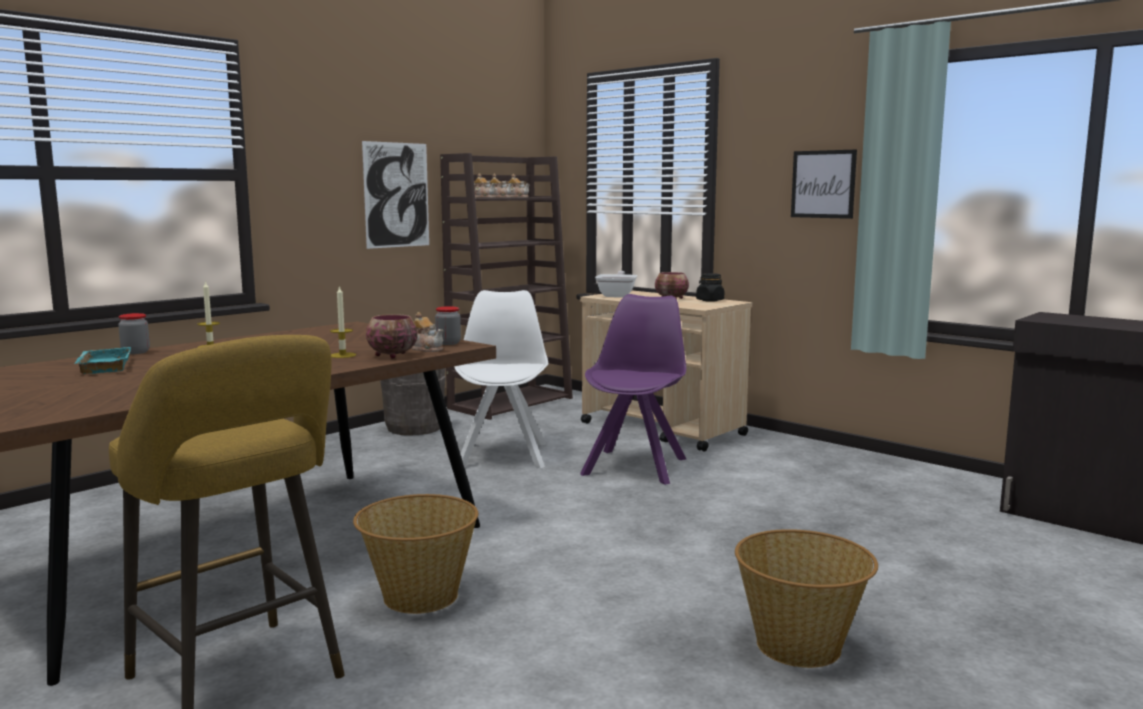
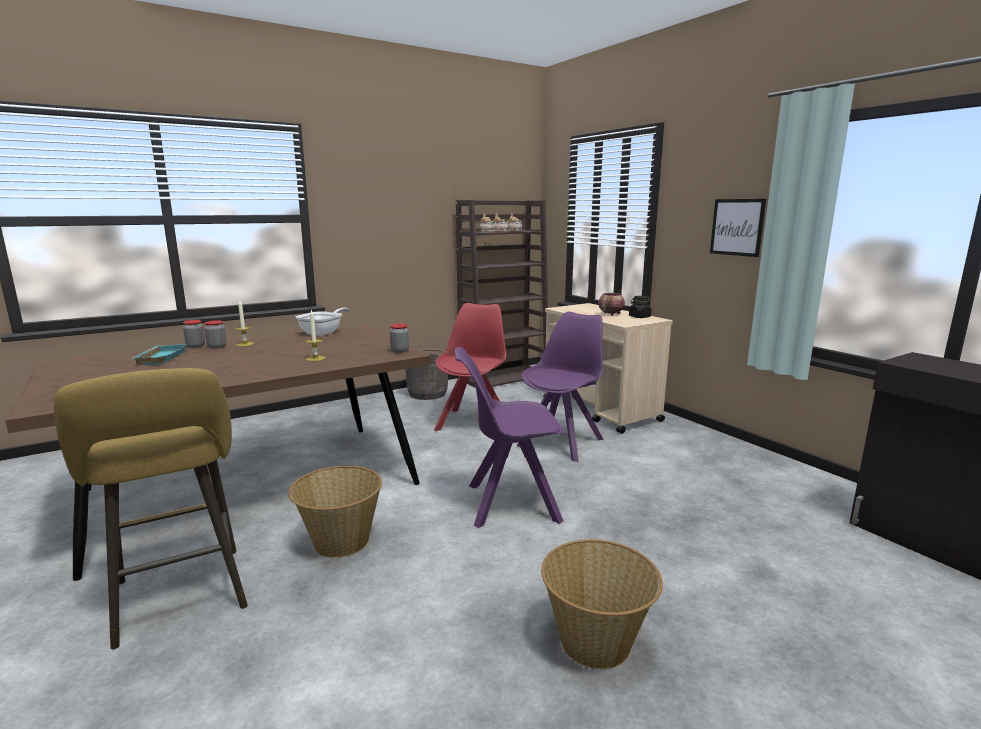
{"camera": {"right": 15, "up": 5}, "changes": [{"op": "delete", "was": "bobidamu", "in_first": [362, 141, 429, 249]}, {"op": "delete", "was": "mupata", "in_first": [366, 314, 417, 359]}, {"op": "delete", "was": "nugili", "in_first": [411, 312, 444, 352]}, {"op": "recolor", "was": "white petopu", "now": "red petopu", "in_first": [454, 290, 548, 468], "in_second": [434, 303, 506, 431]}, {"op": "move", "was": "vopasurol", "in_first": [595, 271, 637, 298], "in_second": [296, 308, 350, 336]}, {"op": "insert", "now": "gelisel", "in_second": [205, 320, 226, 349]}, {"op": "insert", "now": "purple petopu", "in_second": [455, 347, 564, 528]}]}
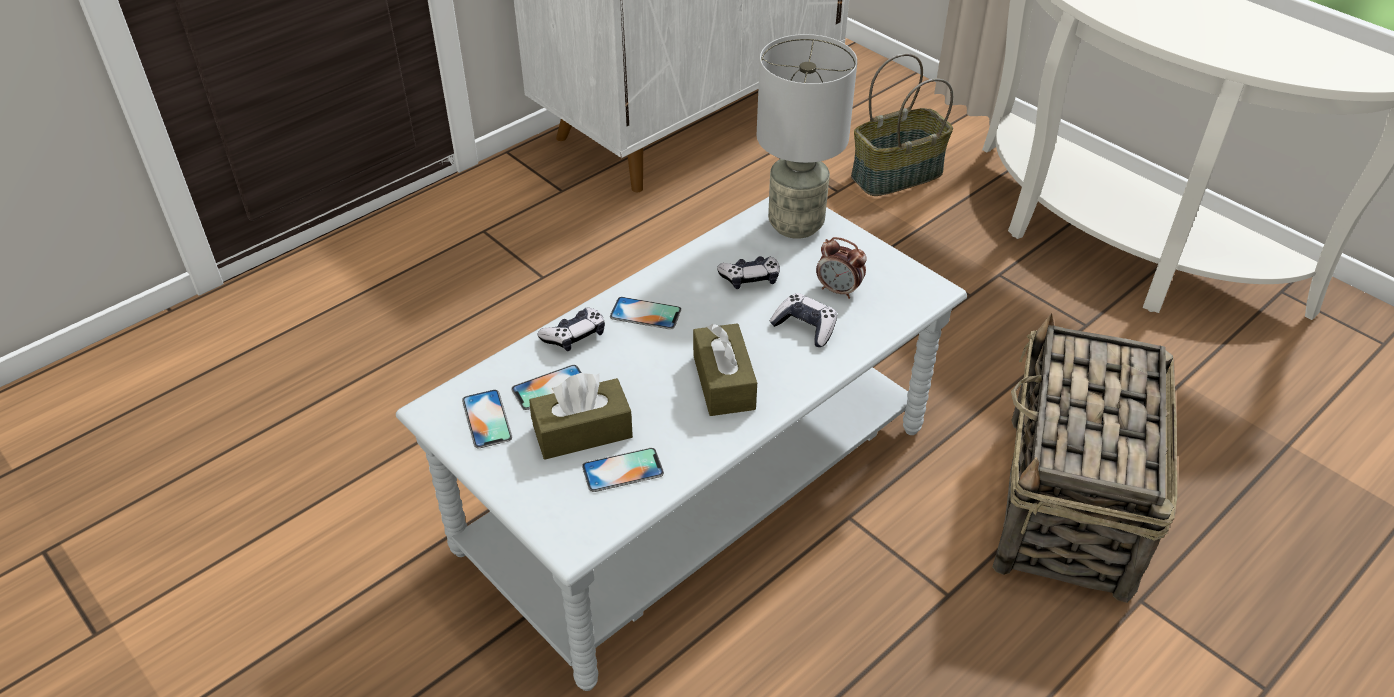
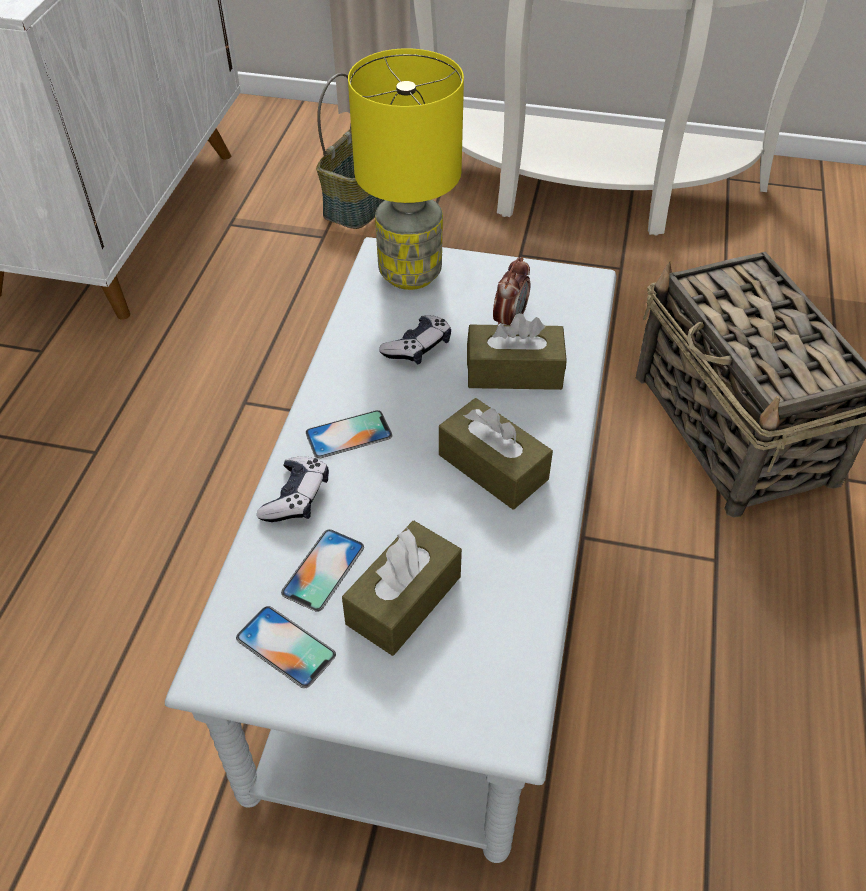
{"camera": {"right": -35, "up": 5}, "changes": [{"op": "delete", "was": "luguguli", "in_first": [582, 448, 664, 492]}, {"op": "recolor", "was": "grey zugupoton", "now": "yellow zugupoton", "in_first": [757, 34, 857, 239], "in_second": [348, 48, 464, 290]}, {"op": "replace", "was": "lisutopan", "now": "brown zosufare", "in_first": [769, 293, 837, 347], "in_second": [467, 313, 567, 390]}, {"op": "rotate", "was": "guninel", "in_first": [816, 237, 867, 299], "in_second": [493, 257, 531, 325], "clockwise": -60}]}
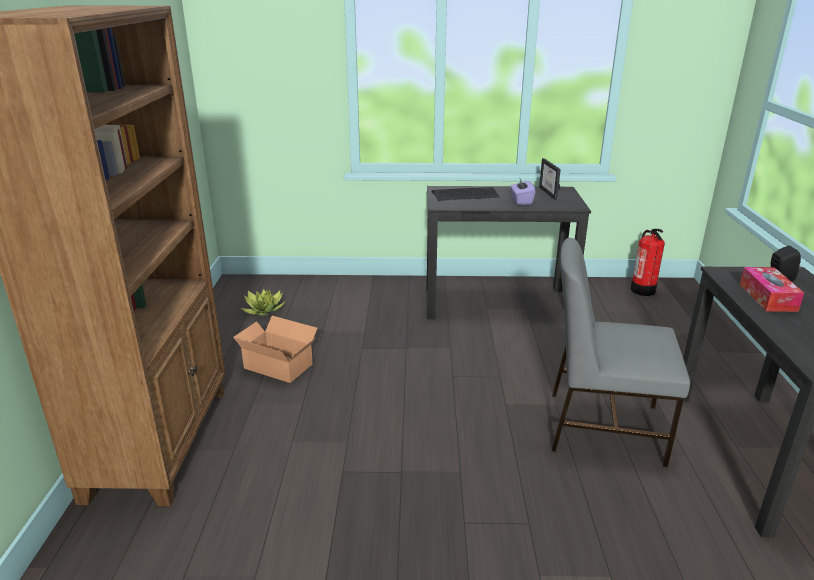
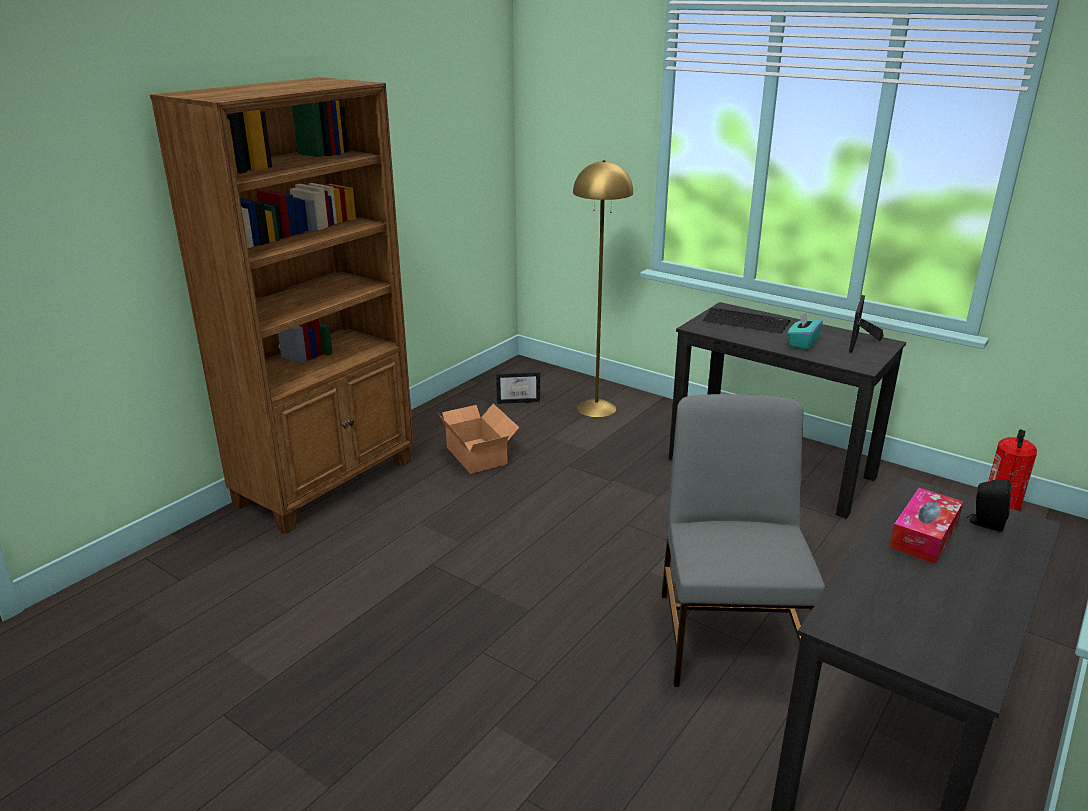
{"camera": {"right": 35, "up": 0}, "changes": [{"op": "replace", "was": "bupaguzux", "now": "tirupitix", "in_first": [241, 289, 285, 316], "in_second": [496, 372, 540, 404]}, {"op": "recolor", "was": "purple zosufare", "now": "turquoise zosufare", "in_first": [510, 177, 536, 205], "in_second": [787, 312, 823, 350]}, {"op": "rotate", "was": "grey petopu", "in_first": [552, 238, 690, 467], "in_second": [662, 394, 825, 687], "clockwise": 45}, {"op": "insert", "now": "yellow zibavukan", "in_second": [573, 160, 633, 417]}]}
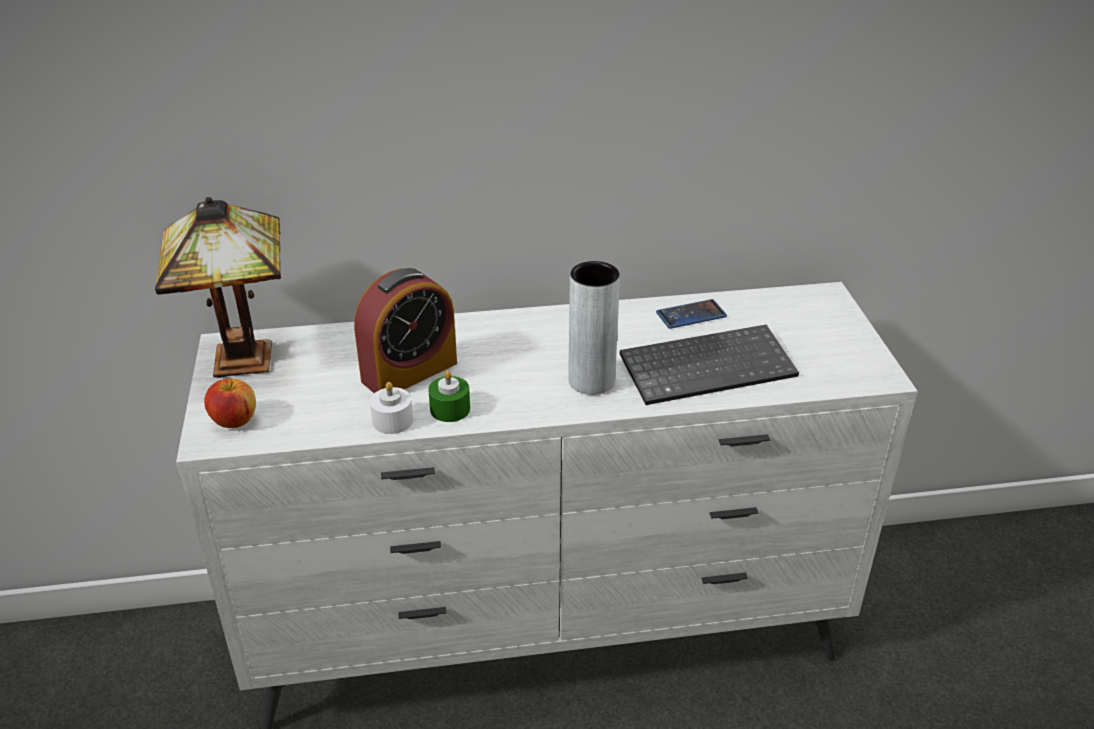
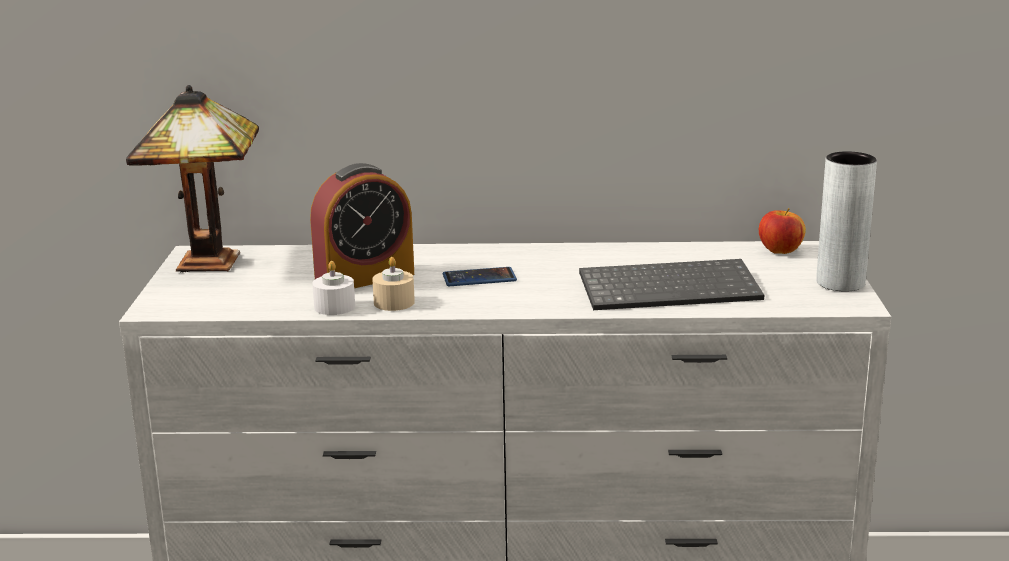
{"camera": {"right": 10, "up": -15}, "changes": [{"op": "move", "was": "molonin", "in_first": [204, 379, 256, 428], "in_second": [759, 208, 806, 254]}, {"op": "recolor", "was": "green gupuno", "now": "beige gupuno", "in_first": [428, 370, 470, 422], "in_second": [372, 257, 415, 311]}, {"op": "move", "was": "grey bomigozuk", "in_first": [568, 261, 620, 395], "in_second": [816, 151, 877, 291]}, {"op": "move", "was": "luguguli", "in_first": [656, 299, 727, 329], "in_second": [443, 267, 517, 286]}]}
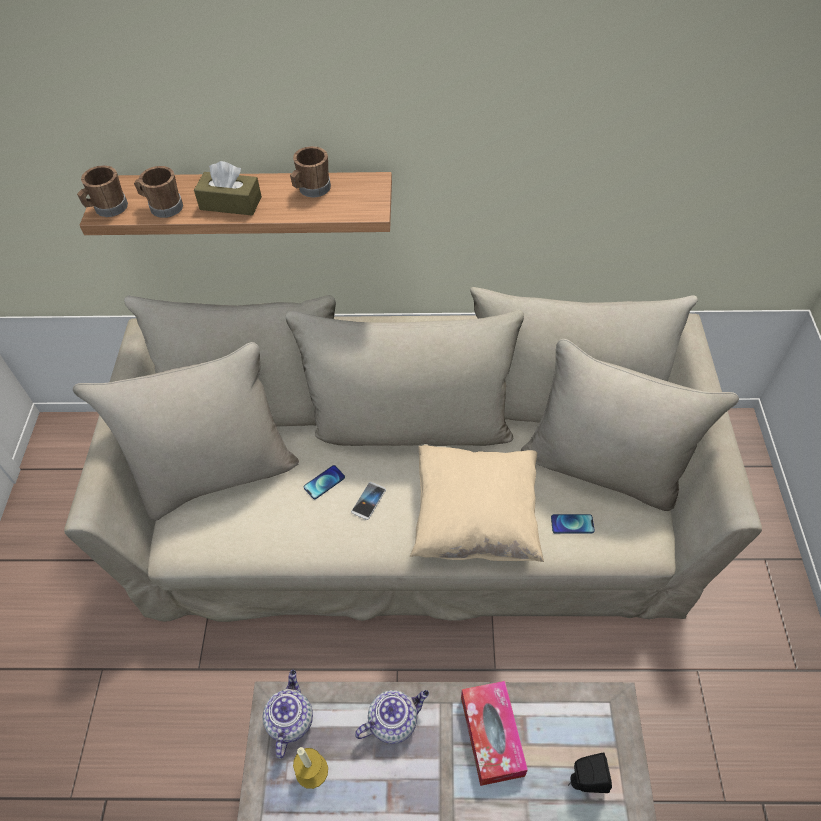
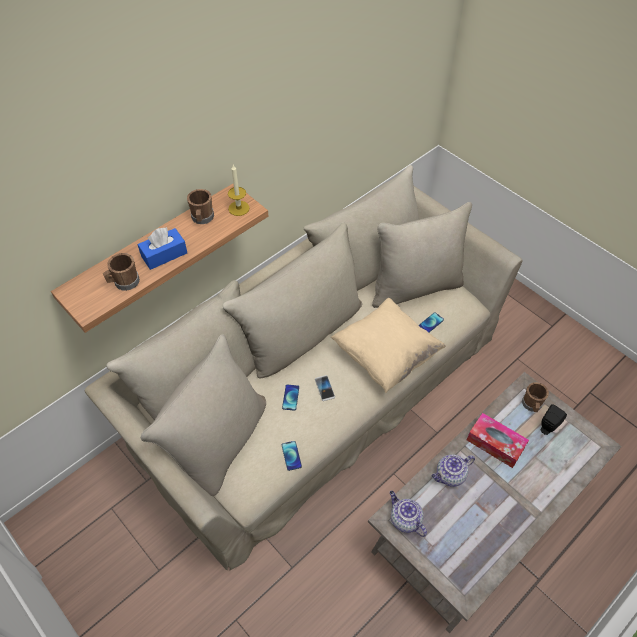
{"camera": {"right": -45, "up": 0}, "changes": [{"op": "move", "was": "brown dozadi", "in_first": [77, 165, 128, 217], "in_second": [522, 382, 549, 412]}, {"op": "recolor", "was": "brown zosufare", "now": "blue zosufare", "in_first": [194, 161, 262, 216], "in_second": [138, 227, 187, 270]}, {"op": "move", "was": "gupuno", "in_first": [293, 747, 328, 789], "in_second": [228, 165, 250, 216]}, {"op": "rotate", "was": "nugili", "in_first": [355, 690, 429, 744], "in_second": [432, 454, 475, 487], "clockwise": -135}, {"op": "insert", "now": "luguguli", "in_second": [282, 441, 302, 471]}]}
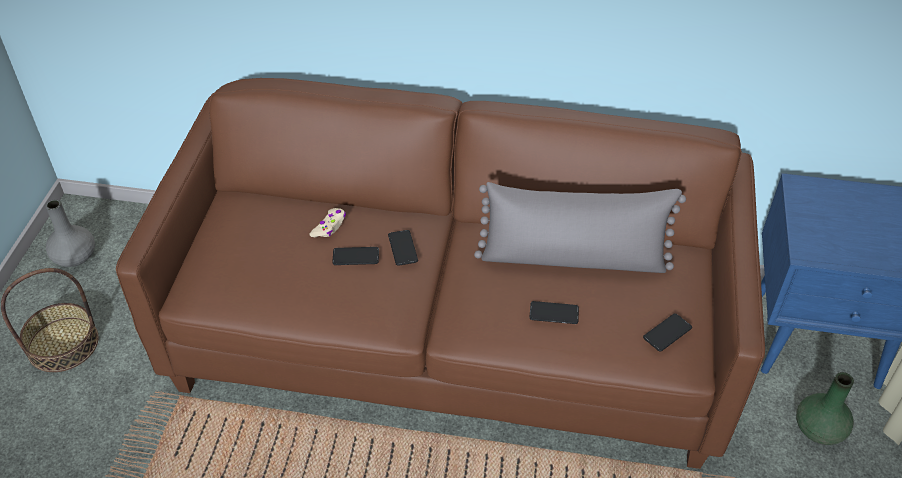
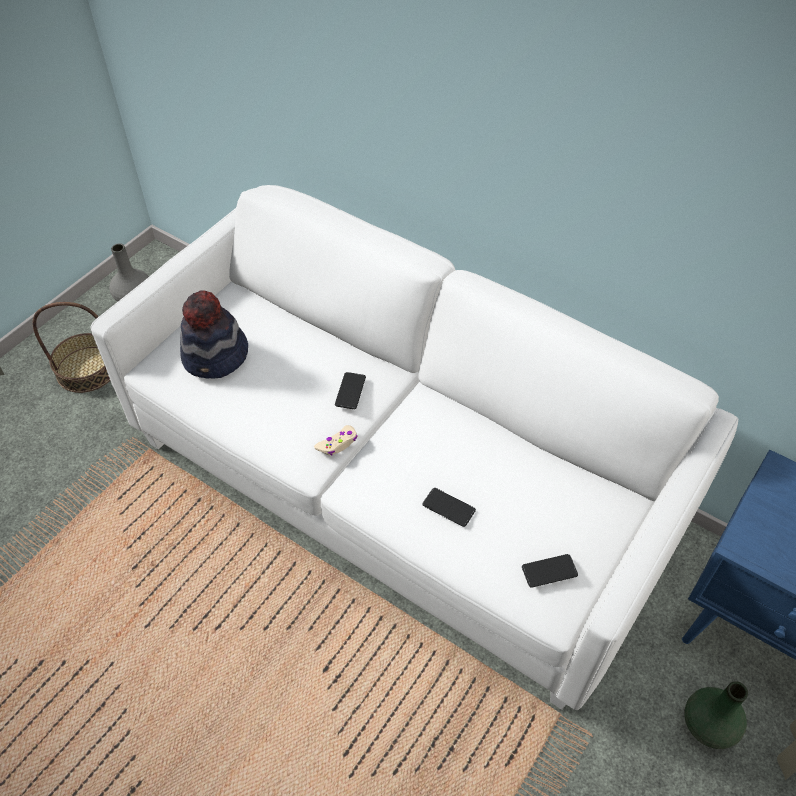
{"camera": {"right": 25, "up": 5}, "changes": [{"op": "recolor", "was": "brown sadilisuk", "now": "white sadilisuk", "in_first": [116, 78, 765, 469], "in_second": [91, 185, 738, 710]}, {"op": "move", "was": "beige lisutopan", "in_first": [310, 208, 346, 237], "in_second": [314, 425, 357, 456]}, {"op": "delete", "was": "luguguli", "in_first": [332, 247, 379, 265]}, {"op": "delete", "was": "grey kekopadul", "in_first": [474, 182, 686, 273]}, {"op": "insert", "now": "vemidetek", "in_second": [180, 290, 248, 379]}]}
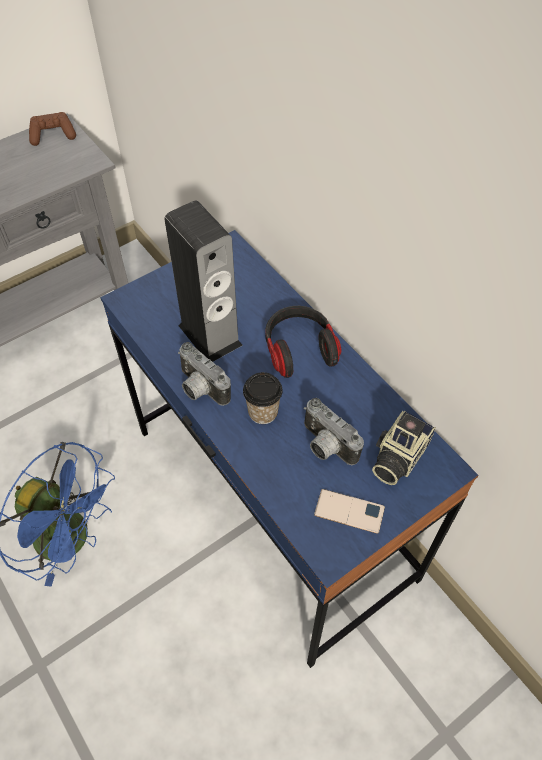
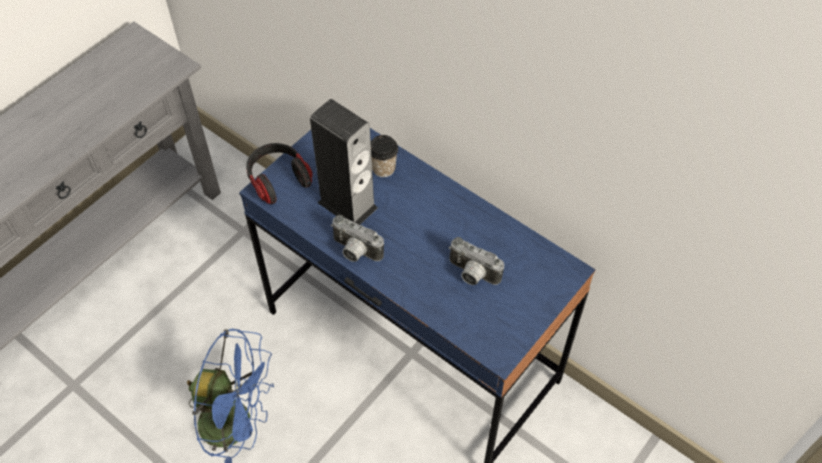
{"camera": {"right": -15, "up": 0}, "changes": [{"op": "delete", "was": "brown lisutopan", "in_first": [29, 112, 76, 146]}, {"op": "move", "was": "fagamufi", "in_first": [243, 372, 283, 424], "in_second": [371, 135, 398, 177]}, {"op": "move", "was": "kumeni", "in_first": [265, 306, 341, 378], "in_second": [246, 143, 313, 205]}, {"op": "delete", "was": "luguguli", "in_first": [314, 489, 385, 534]}, {"op": "delete", "was": "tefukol", "in_first": [372, 411, 436, 485]}]}
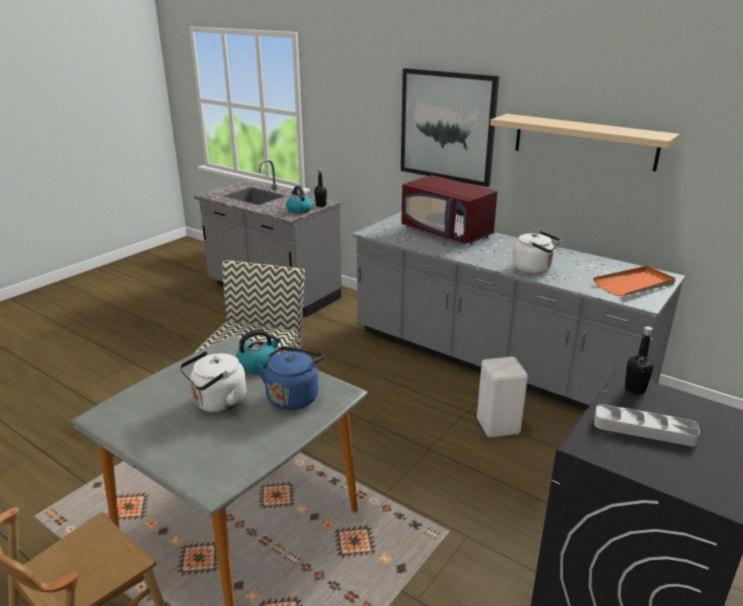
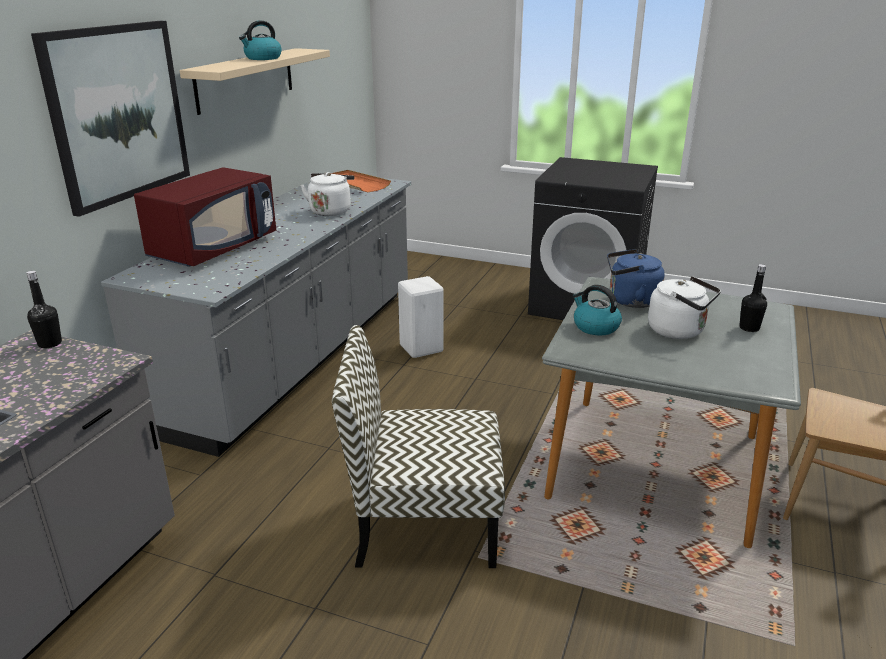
{"camera": {"right": -105, "up": 0}, "changes": [{"op": "move", "was": "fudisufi", "in_first": [286, 186, 313, 214], "in_second": [239, 21, 282, 60]}, {"op": "delete", "was": "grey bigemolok", "in_first": [594, 404, 700, 446]}, {"op": "move", "was": "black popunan", "in_first": [625, 326, 654, 395], "in_second": [739, 264, 767, 332]}]}
